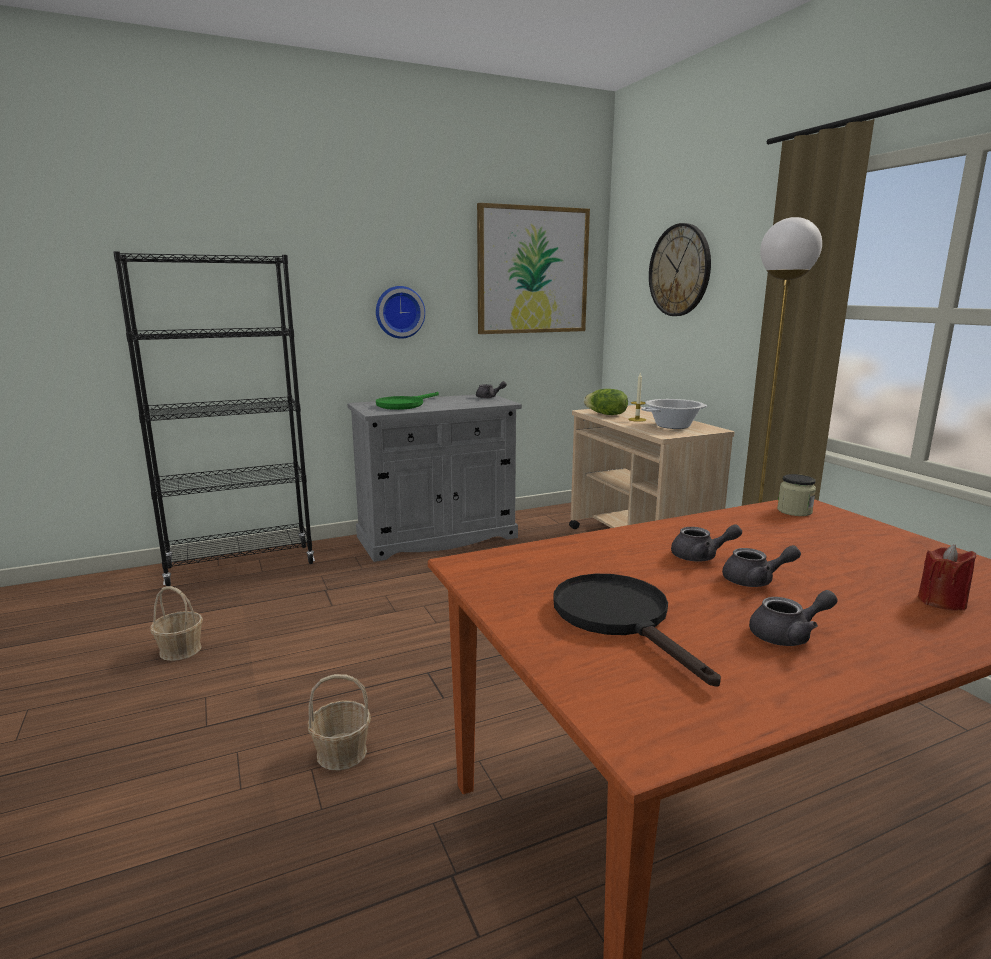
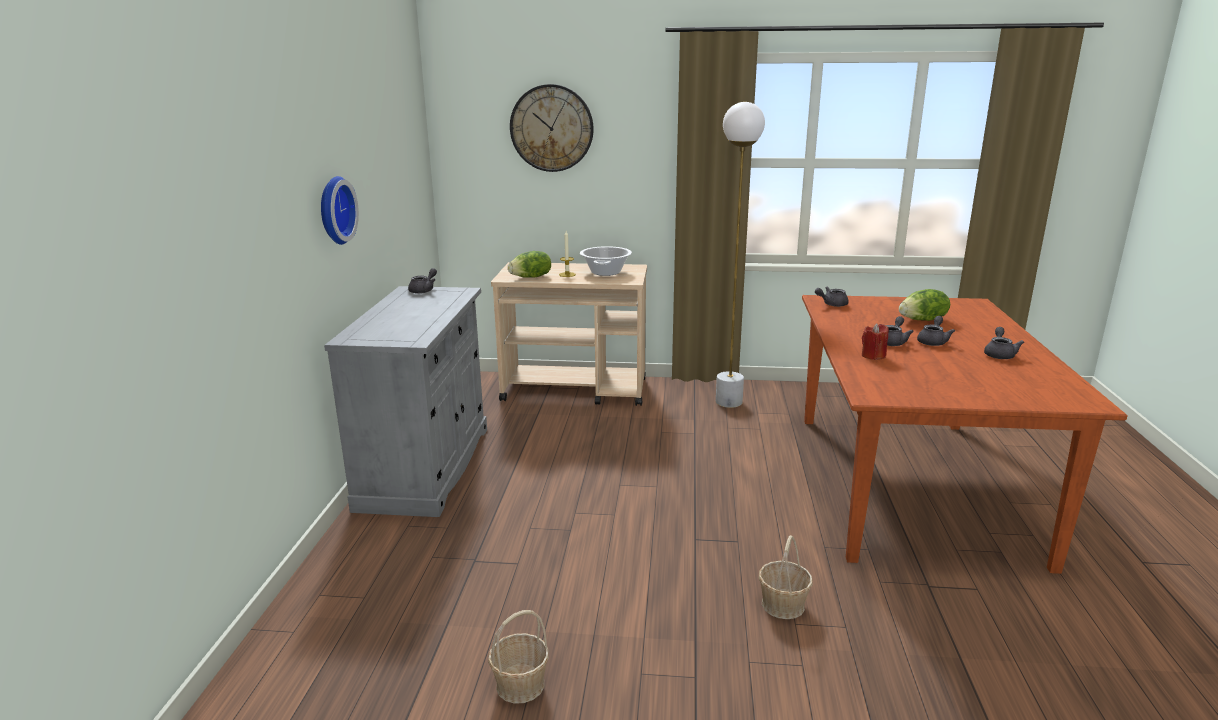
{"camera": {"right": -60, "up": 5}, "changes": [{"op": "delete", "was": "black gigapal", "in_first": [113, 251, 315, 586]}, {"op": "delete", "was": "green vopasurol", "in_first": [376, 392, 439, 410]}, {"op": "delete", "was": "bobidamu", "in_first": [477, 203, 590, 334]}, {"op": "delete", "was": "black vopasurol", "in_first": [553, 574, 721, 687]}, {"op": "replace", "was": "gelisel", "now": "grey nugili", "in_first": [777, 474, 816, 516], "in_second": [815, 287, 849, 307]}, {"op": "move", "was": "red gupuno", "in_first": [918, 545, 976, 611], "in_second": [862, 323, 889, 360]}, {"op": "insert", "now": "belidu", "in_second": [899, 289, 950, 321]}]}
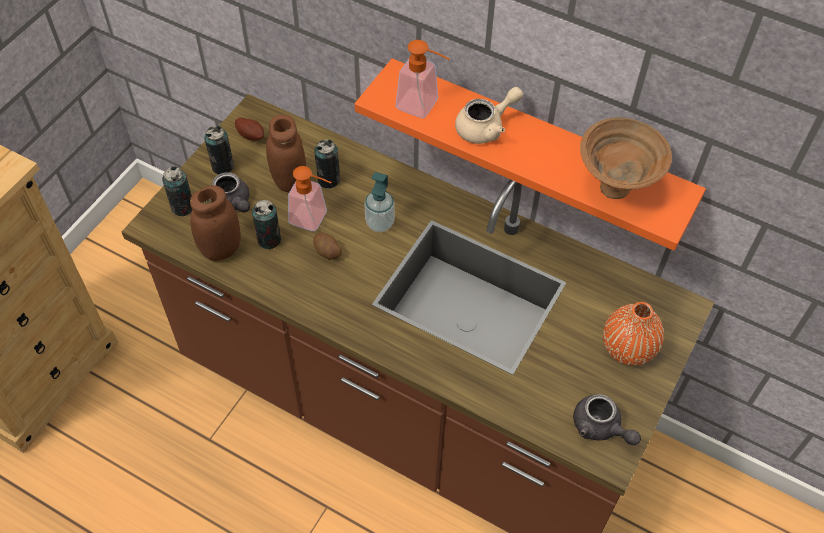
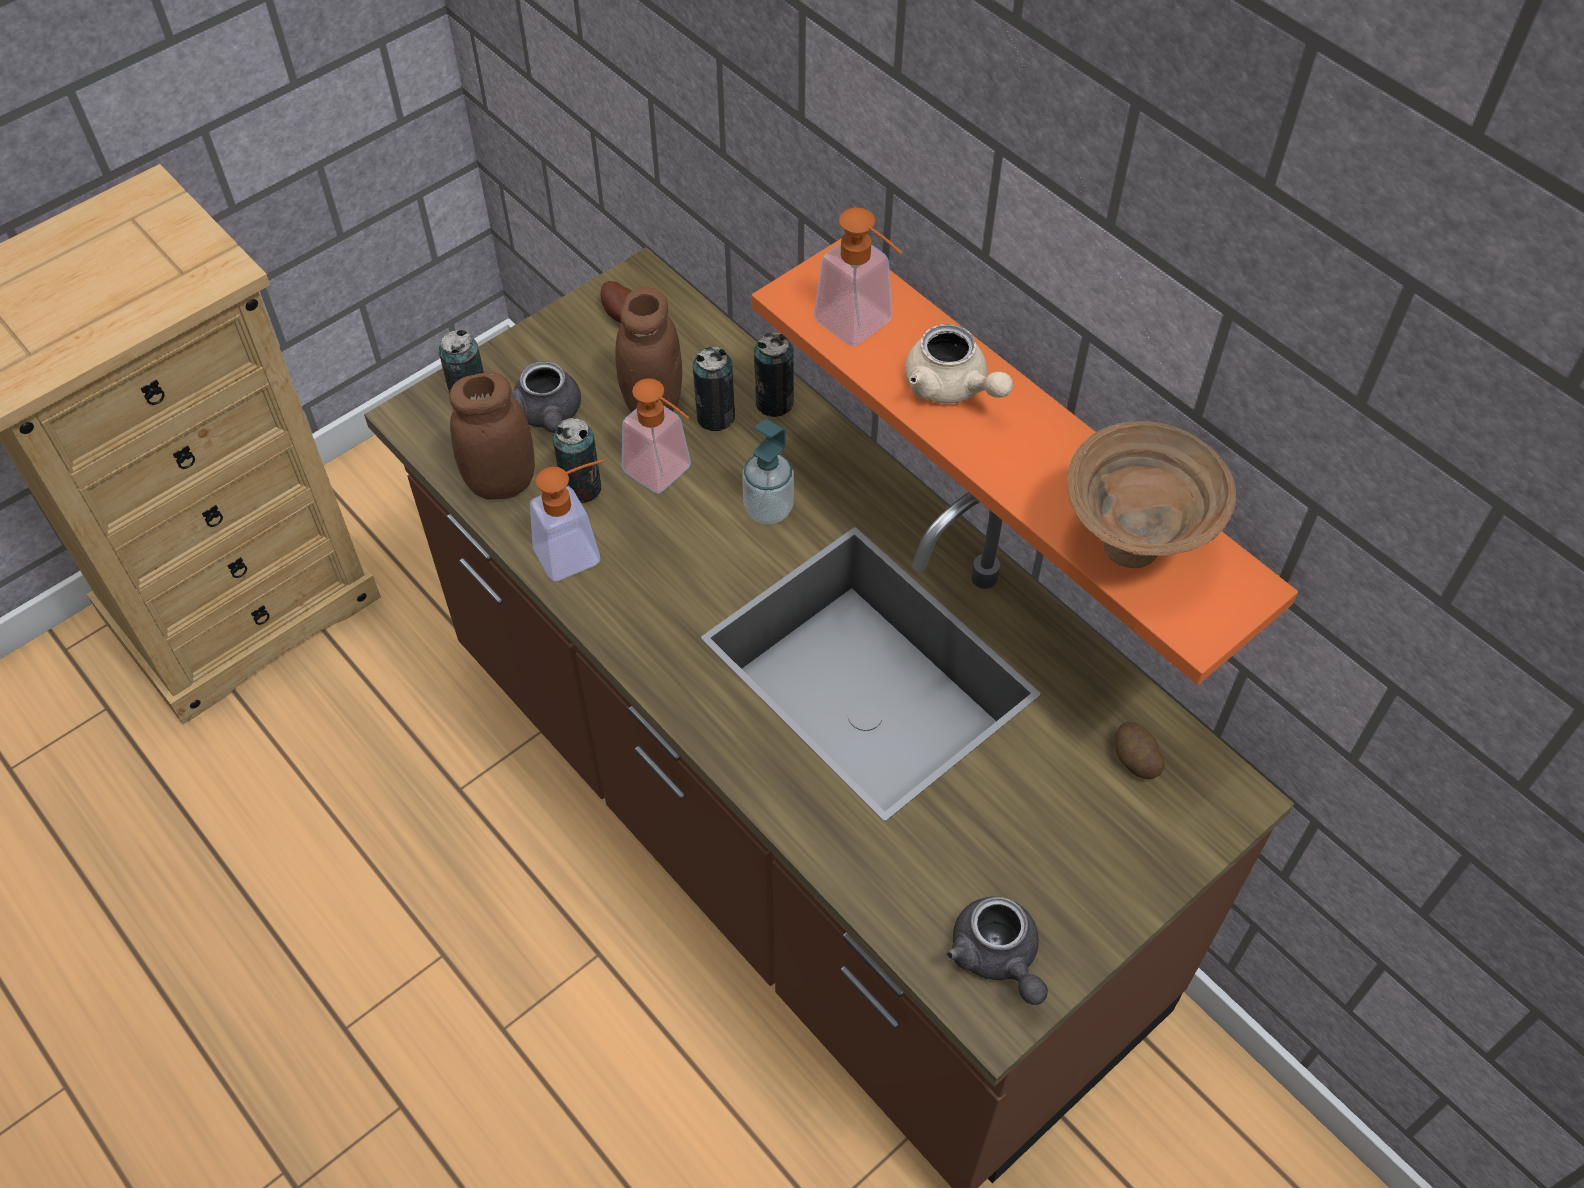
{"camera": {"right": 20, "up": 0}, "changes": [{"op": "move", "was": "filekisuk", "in_first": [204, 126, 234, 175], "in_second": [754, 332, 794, 417]}, {"op": "move", "was": "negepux", "in_first": [313, 233, 342, 260], "in_second": [1115, 722, 1165, 779]}, {"op": "rotate", "was": "beige nugili", "in_first": [455, 87, 523, 144], "in_second": [905, 324, 1013, 403], "clockwise": 60}, {"op": "delete", "was": "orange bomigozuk", "in_first": [603, 302, 664, 366]}, {"op": "insert", "now": "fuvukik", "in_second": [530, 459, 604, 581]}]}
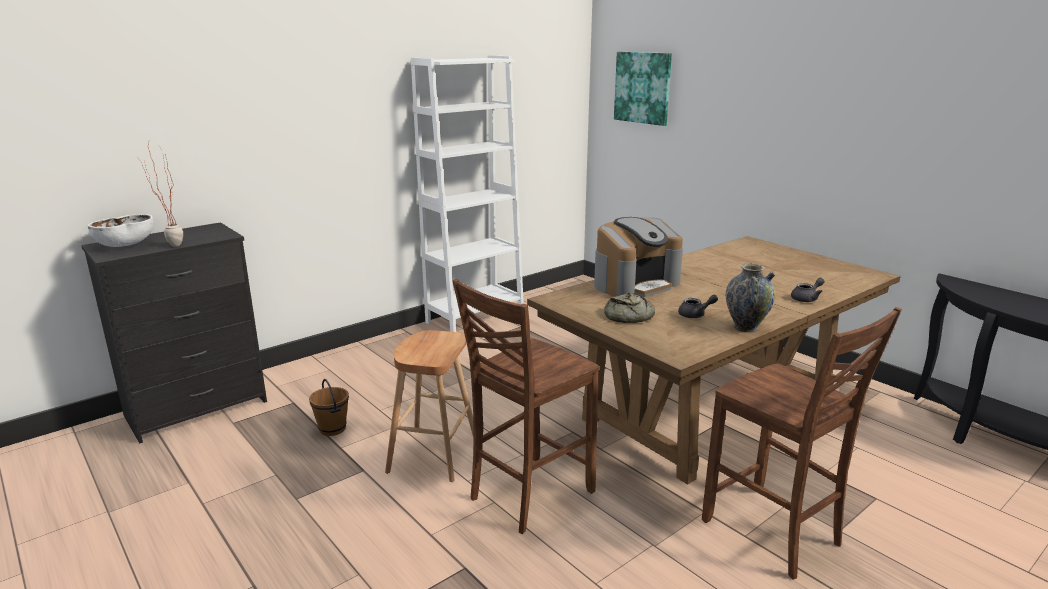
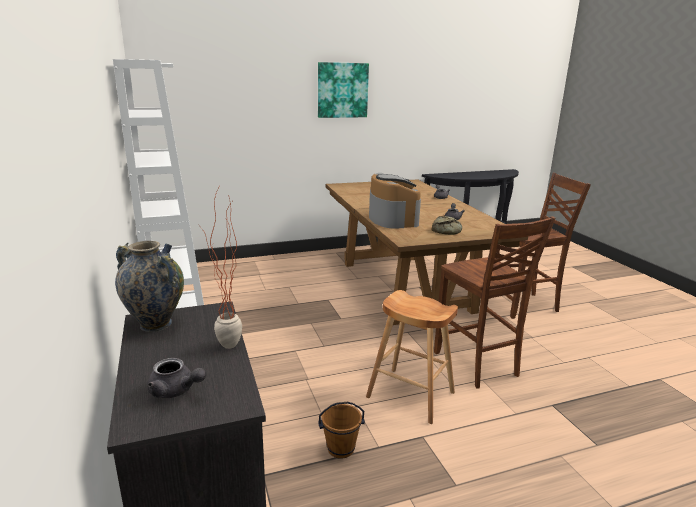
{"camera": {"right": -70, "up": 0}, "changes": [{"op": "replace", "was": "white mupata", "now": "grey nugili", "in_first": [88, 214, 153, 247], "in_second": [147, 358, 206, 398]}, {"op": "move", "was": "bobidamu", "in_first": [614, 52, 672, 126], "in_second": [318, 62, 369, 118]}, {"op": "move", "was": "bomigozuk", "in_first": [726, 263, 775, 333], "in_second": [115, 241, 184, 332]}]}
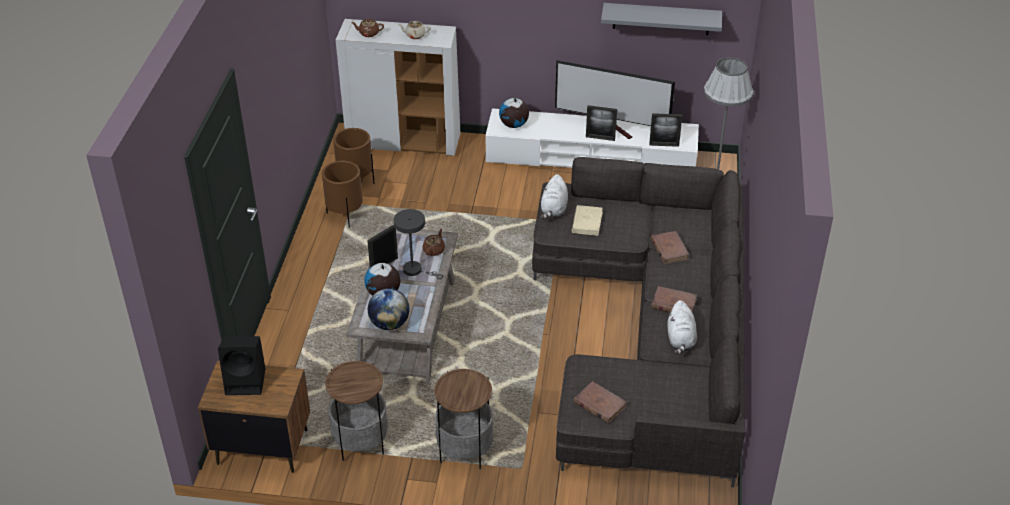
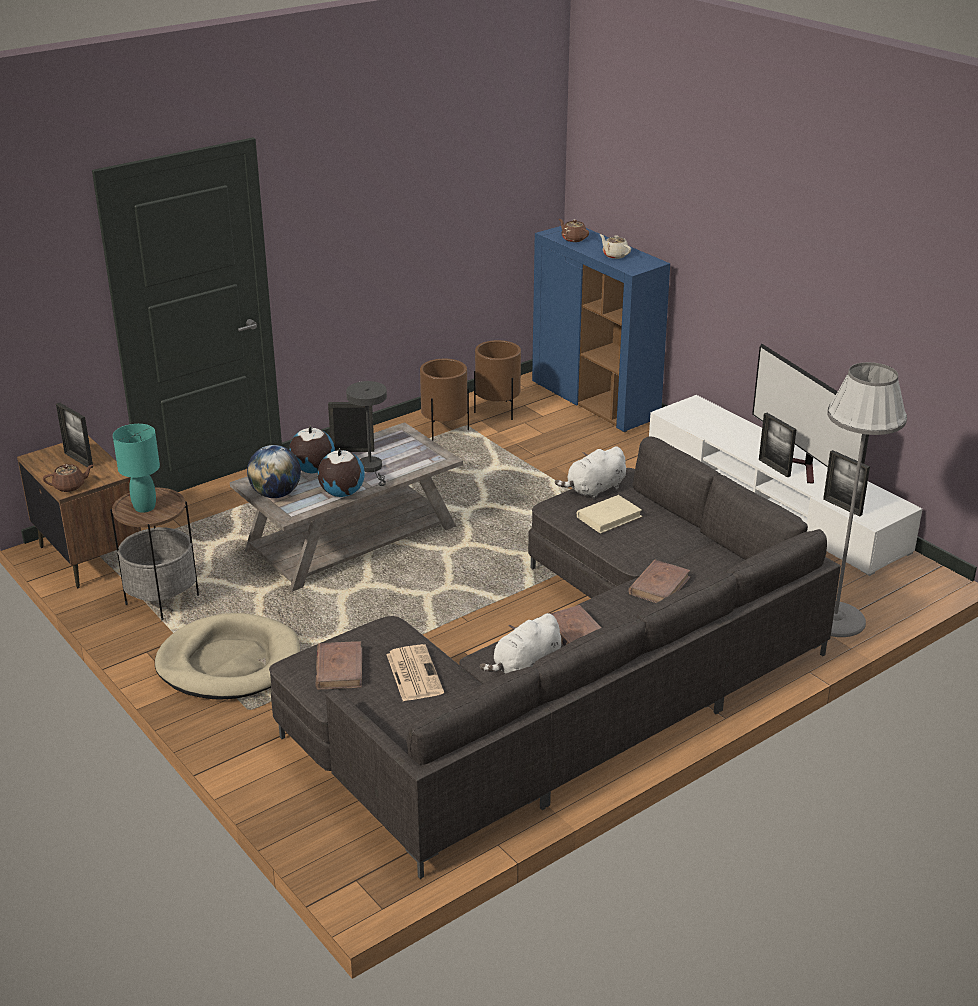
{"camera": {"right": 45, "up": -10}, "changes": [{"op": "replace", "was": "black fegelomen", "now": "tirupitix", "in_first": [218, 336, 265, 395], "in_second": [56, 402, 93, 468]}, {"op": "recolor", "was": "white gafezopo", "now": "blue gafezopo", "in_first": [336, 19, 460, 156], "in_second": [532, 226, 670, 432]}, {"op": "move", "was": "brown nugili", "in_first": [423, 229, 445, 256], "in_second": [43, 464, 93, 492]}, {"op": "replace", "was": "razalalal", "now": "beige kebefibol", "in_first": [434, 369, 494, 470], "in_second": [155, 613, 300, 700]}, {"op": "move", "was": "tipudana", "in_first": [499, 97, 529, 128], "in_second": [318, 448, 365, 497]}, {"op": "delete", "was": "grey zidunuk", "in_first": [601, 3, 722, 35]}, {"op": "insert", "now": "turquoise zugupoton", "in_second": [113, 424, 160, 513]}, {"op": "insert", "now": "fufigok", "in_second": [386, 644, 444, 701]}]}
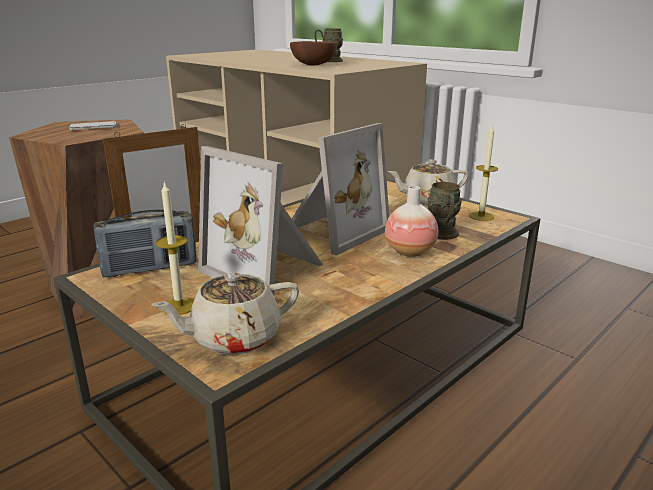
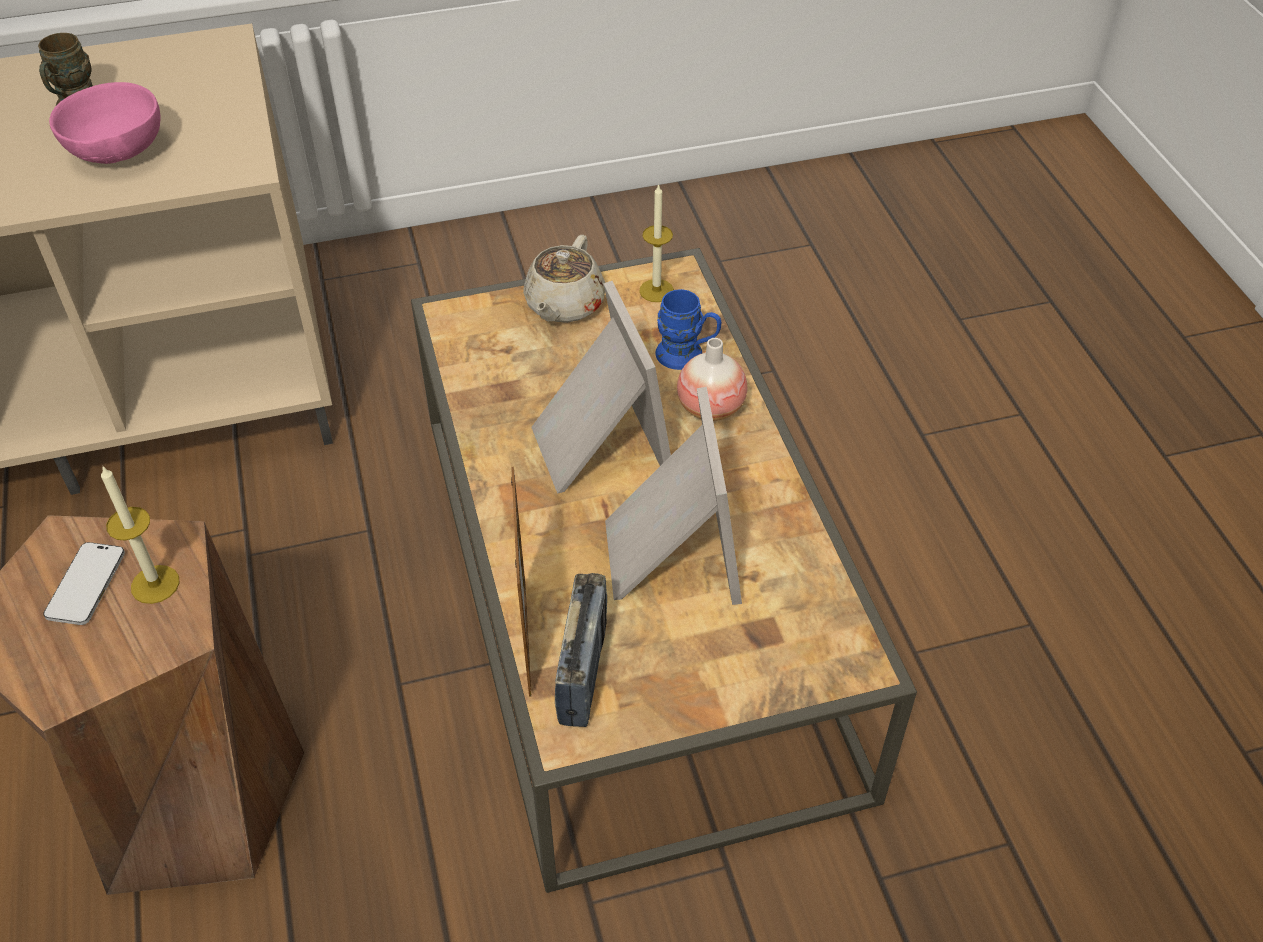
{"camera": {"right": -60, "up": 25}, "changes": [{"op": "delete", "was": "beige nugili", "in_first": [151, 272, 299, 355]}, {"op": "move", "was": "gupuno", "in_first": [155, 181, 194, 315], "in_second": [101, 465, 180, 604]}, {"op": "rotate", "was": "tirupitix", "in_first": [198, 146, 323, 295], "in_second": [605, 387, 742, 605], "clockwise": -75}, {"op": "recolor", "was": "brown mupata", "now": "pink mupata", "in_first": [290, 41, 337, 65], "in_second": [49, 82, 161, 164]}, {"op": "recolor", "was": "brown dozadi", "now": "blue dozadi", "in_first": [427, 182, 462, 240], "in_second": [655, 289, 721, 370]}]}
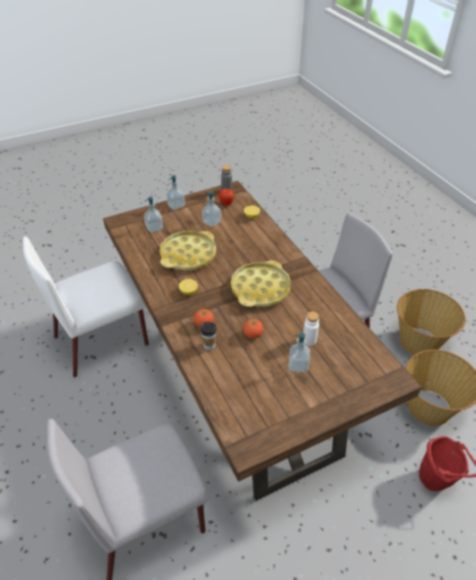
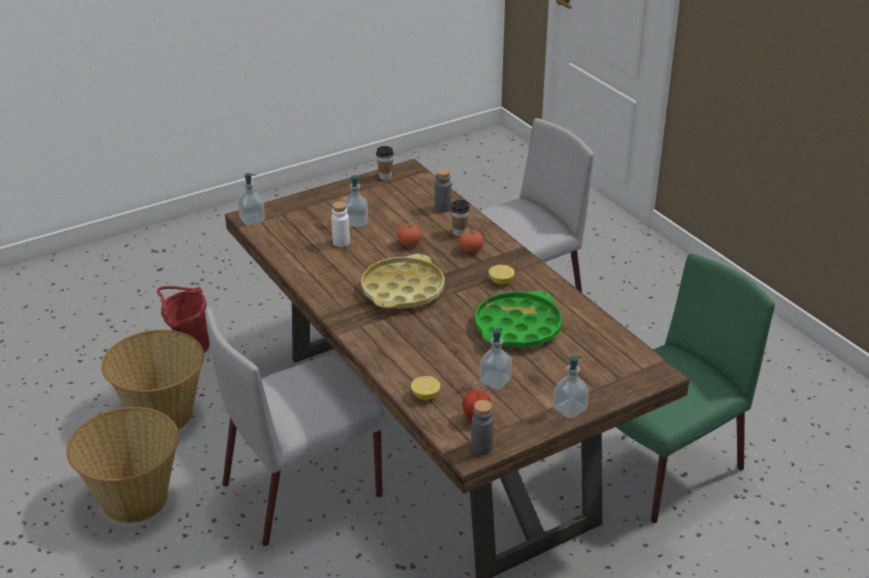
{"camera": {"right": 175, "up": -10}, "changes": [{"op": "recolor", "was": "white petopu", "now": "green petopu", "in_first": [23, 236, 149, 378], "in_second": [616, 253, 775, 523]}, {"op": "move", "was": "fuvukik", "in_first": [144, 197, 163, 232], "in_second": [238, 173, 265, 226]}, {"op": "recolor", "was": "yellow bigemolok", "now": "green bigemolok", "in_first": [160, 231, 216, 271], "in_second": [475, 291, 562, 348]}, {"op": "insert", "now": "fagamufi", "in_second": [376, 146, 394, 180]}, {"op": "insert", "now": "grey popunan", "in_second": [435, 168, 451, 212]}]}
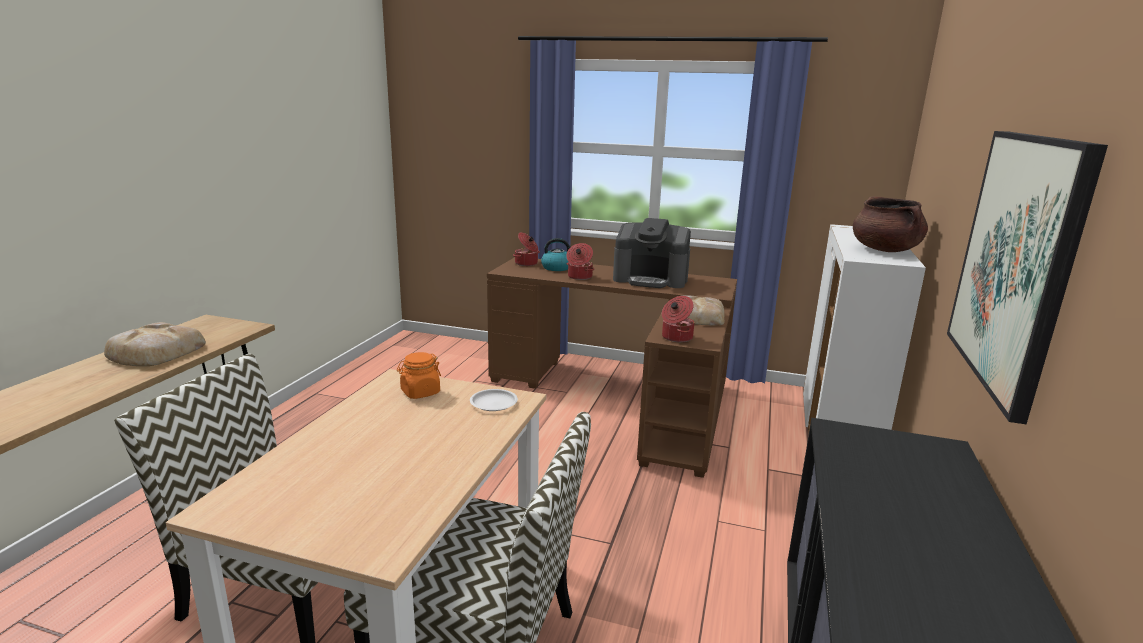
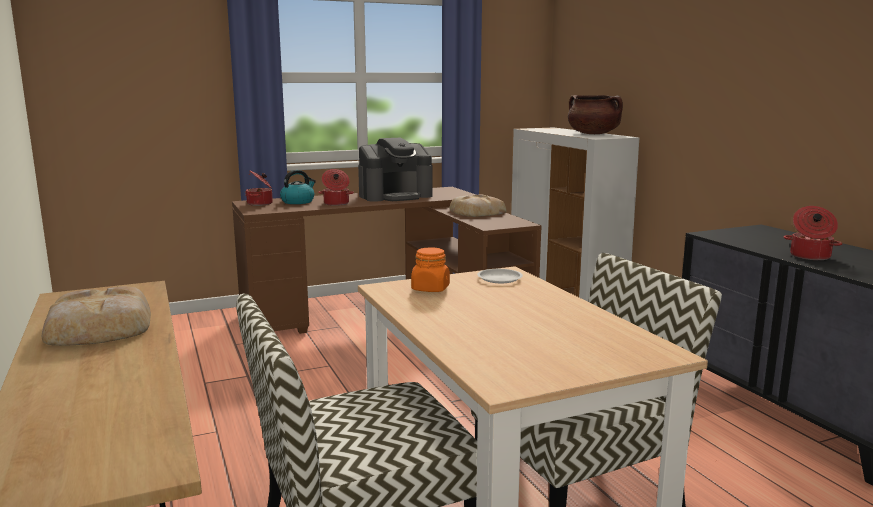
{"camera": {"right": -40, "up": -5}, "changes": [{"op": "move", "was": "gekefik", "in_first": [662, 296, 694, 342], "in_second": [784, 206, 842, 260]}, {"op": "delete", "was": "bobidamu", "in_first": [947, 131, 1108, 424]}]}
